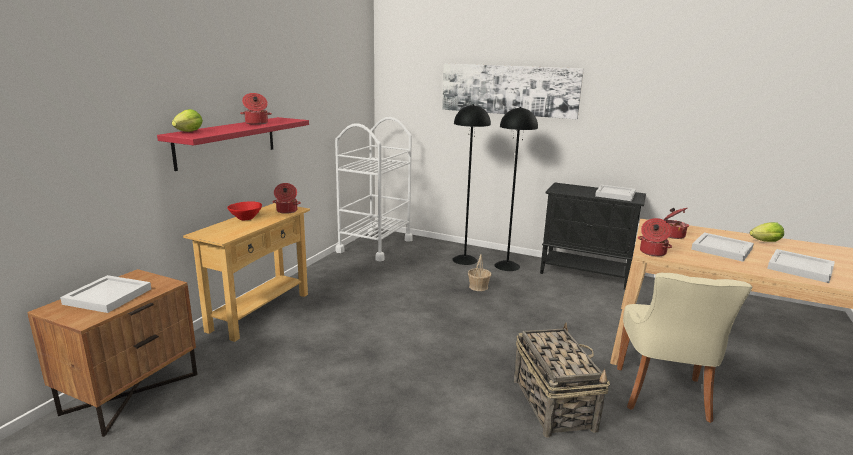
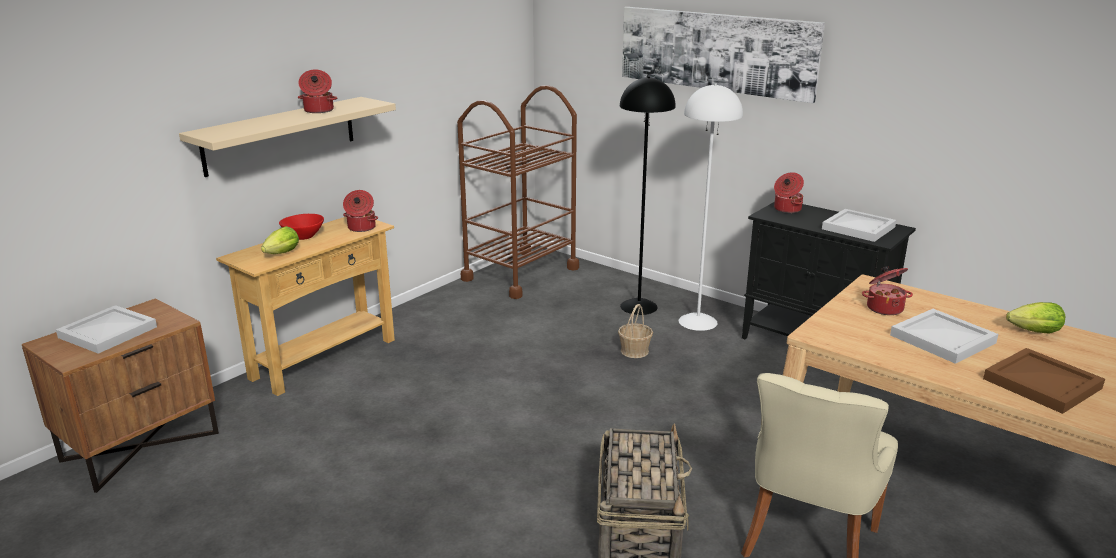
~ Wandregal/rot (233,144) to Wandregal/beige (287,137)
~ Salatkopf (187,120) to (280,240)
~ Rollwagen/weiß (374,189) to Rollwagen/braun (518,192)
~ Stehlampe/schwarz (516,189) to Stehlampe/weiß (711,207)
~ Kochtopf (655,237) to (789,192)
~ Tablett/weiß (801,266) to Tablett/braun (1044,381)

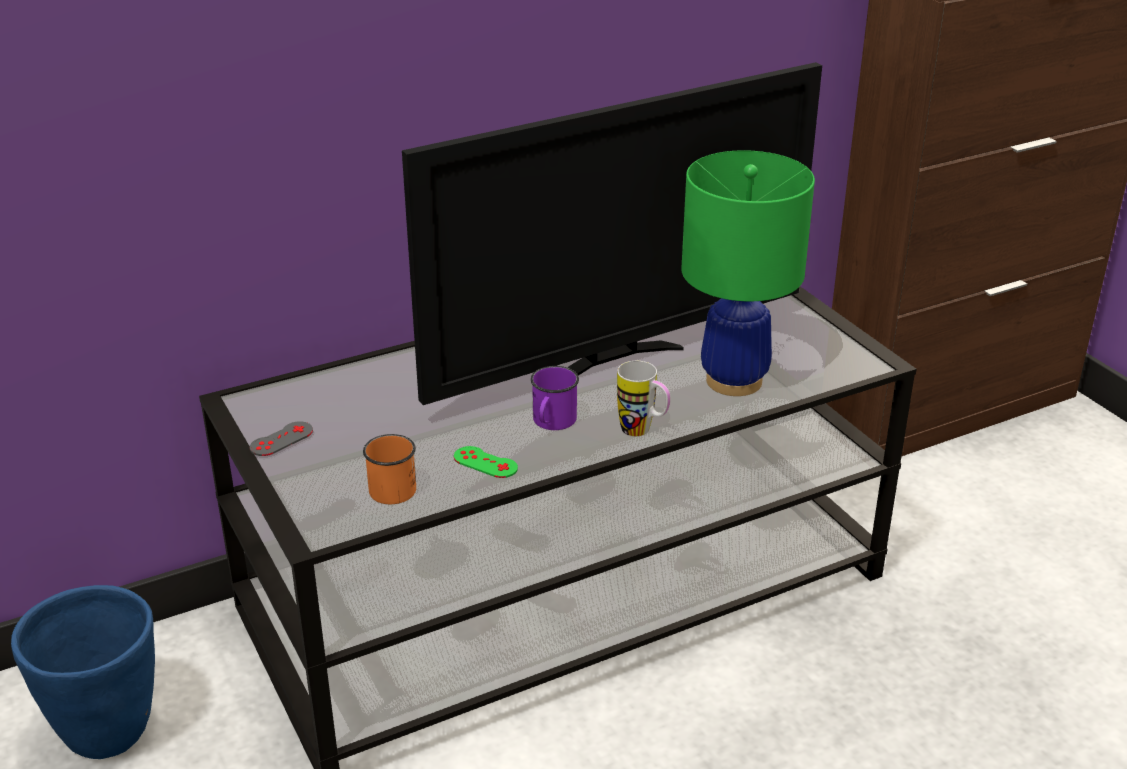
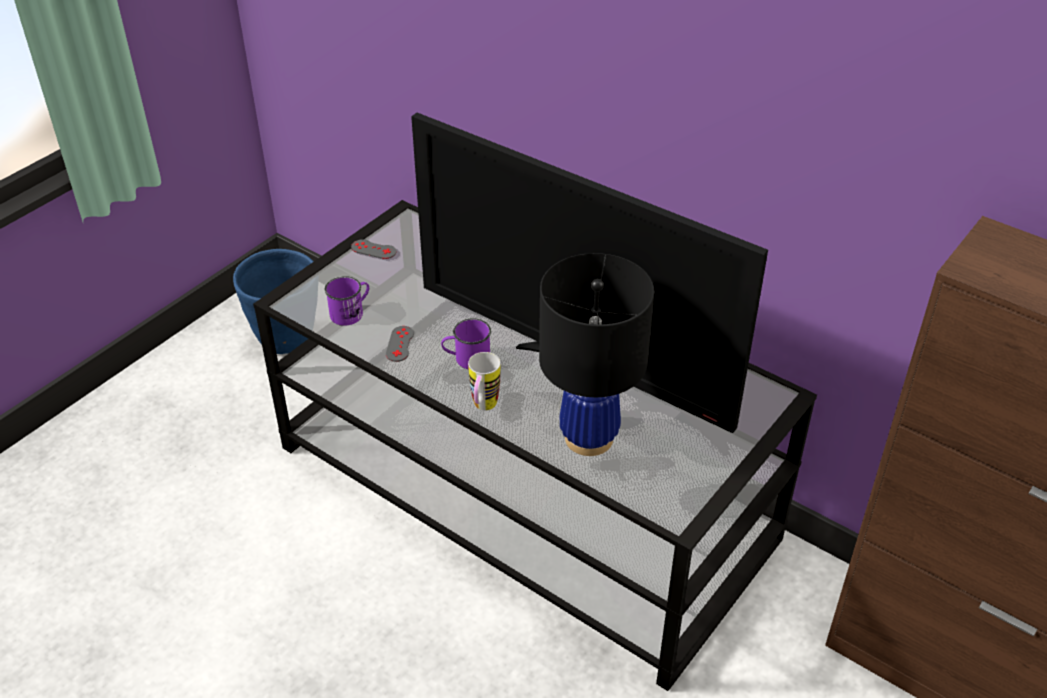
~ Henkelbecher/orange (389,469) to Henkelbecher/lila (346,301)
~ Gamepad/grün (486,462) to Gamepad/grau (400,344)
~ Tischlampe/grün (748,273) to Tischlampe/schwarz (596,354)

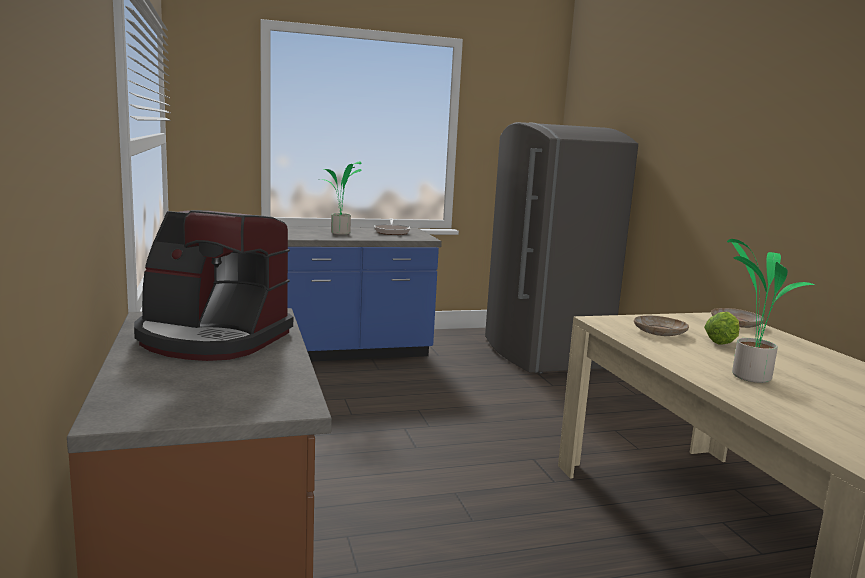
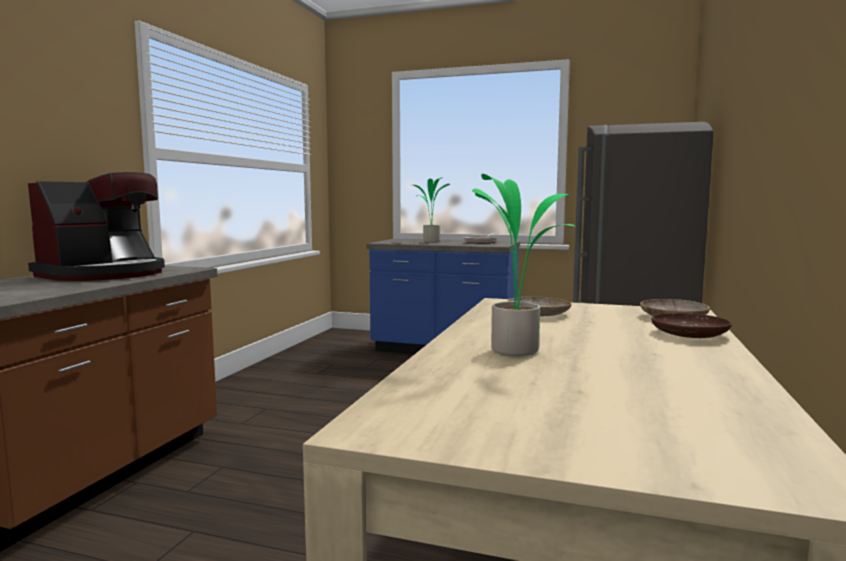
~ Kaffeemaschine (213,285) = (96,226) 105 degrees counterclockwise
- Salatkopf (721,328)
+ Teller/braun (691,325)

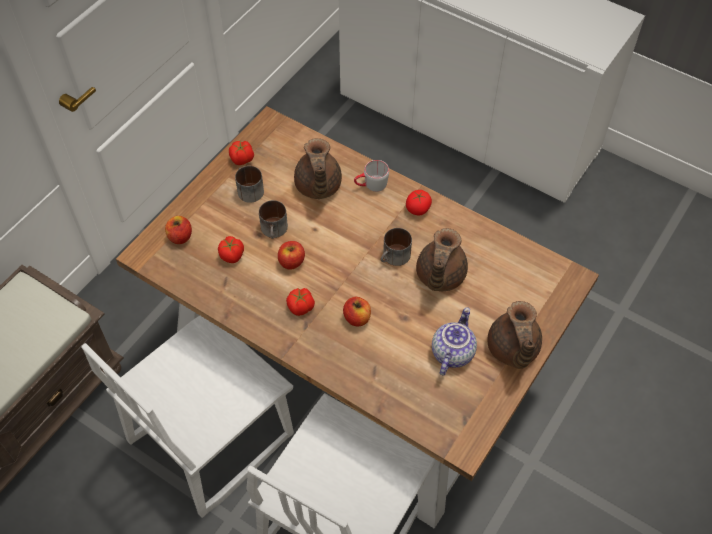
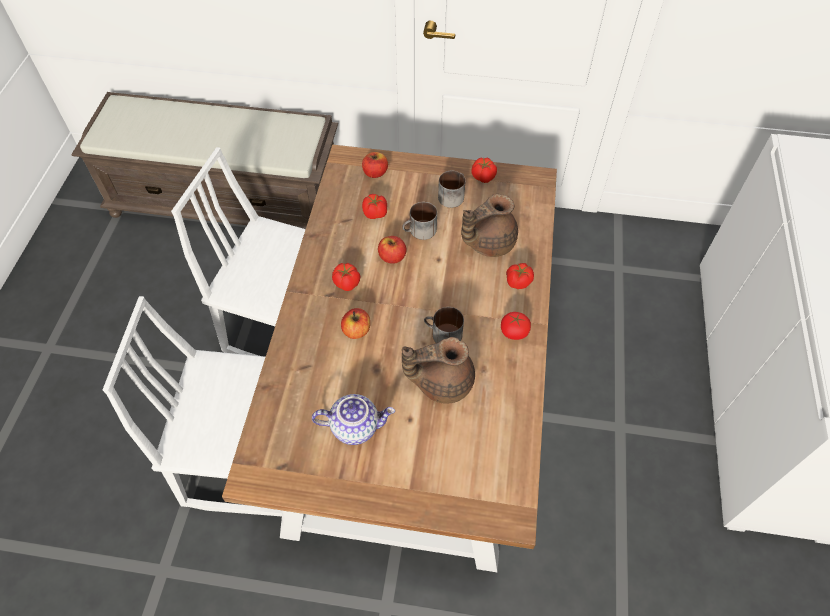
~ Henkelbecher/grau (371,176) to Tomate (520,276)
- Teekanne/braun (515,335)

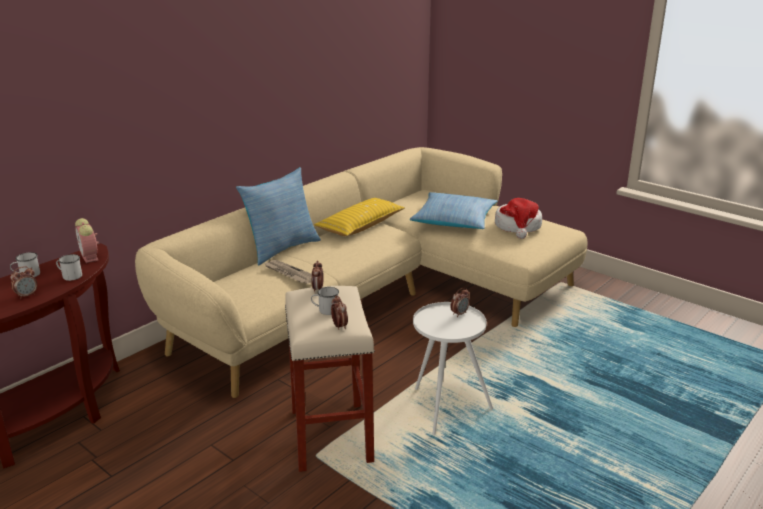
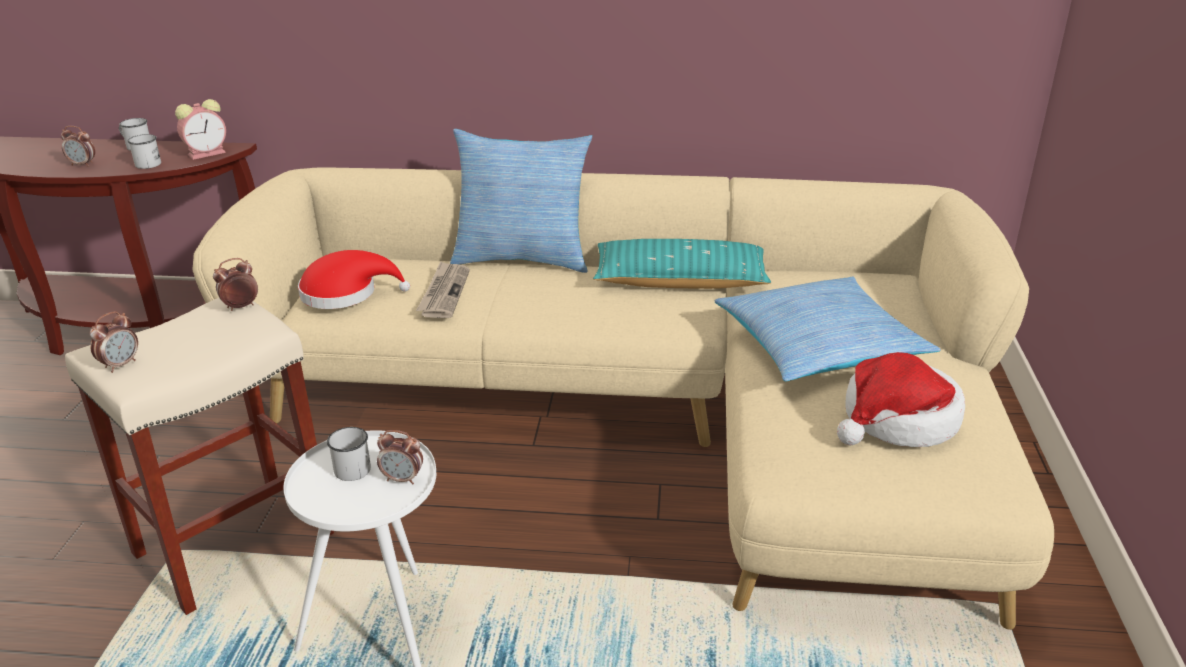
~ Wecker (87,240) = (200,129) 150 degrees counterclockwise
~ Henkelbecher/weiß (325,301) to (349,454)
~ Kissen/gelb (359,217) to Kissen/türkis (682,264)
+ Hut/rot (354,279)

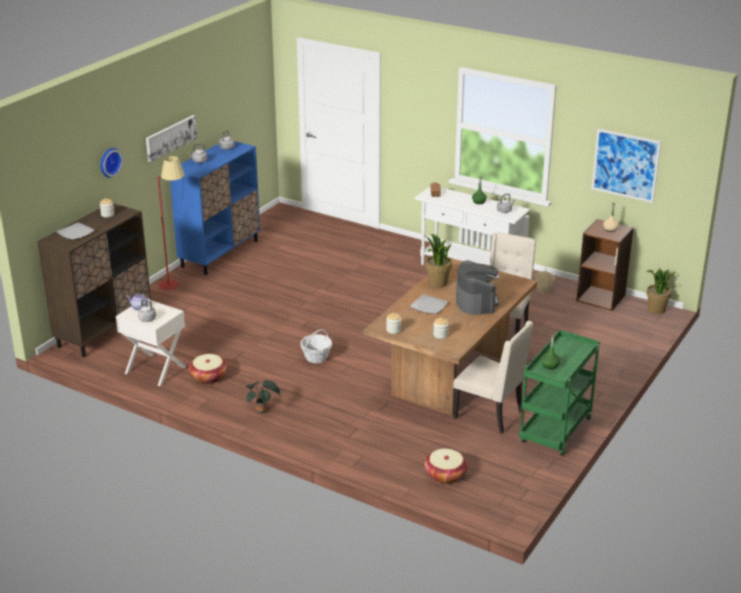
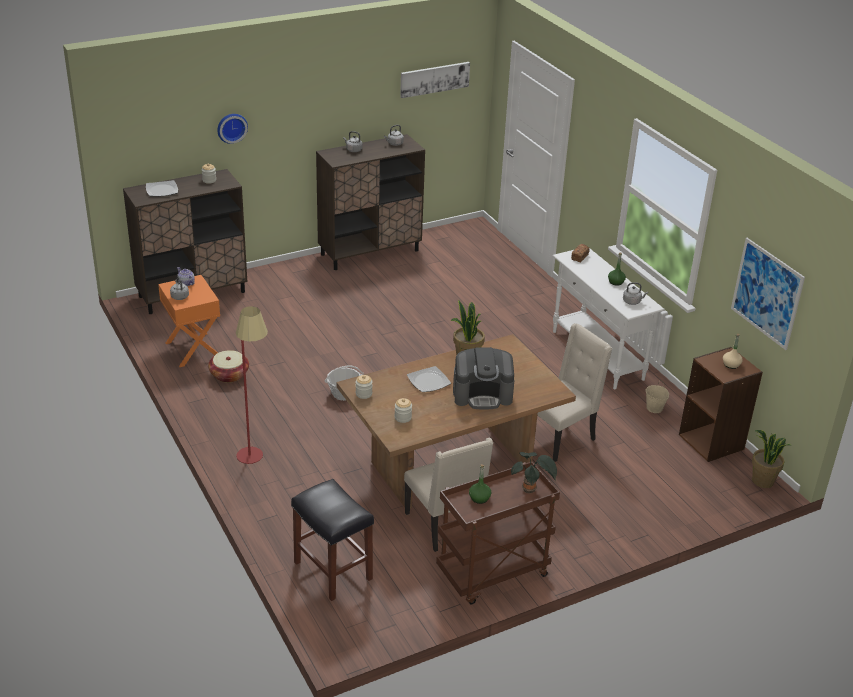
~ Nachttisch/weiß (151,342) to Nachttisch/orange (189,321)
~ Bild (171,138) to (435,80)
~ Stehlampe/rot (171,223) to (252,385)
~ Schrank/blau (215,208) to Schrank/braun (370,202)
~ Topfpflanze (263,397) to (534,472)
~ Korb (446,466) to Hocker/schwarz (332,540)
~ Kaffeemaschine (477,287) = (483,378) 60 degrees clockwise
~ Rollwagen/grün (559,393) to Rollwagen/braun (498,533)

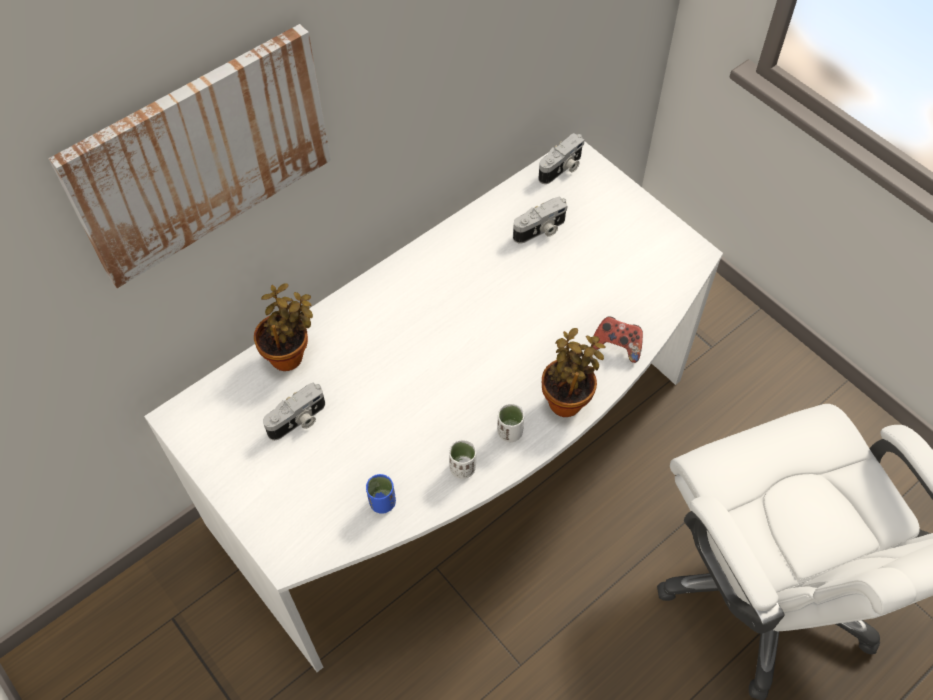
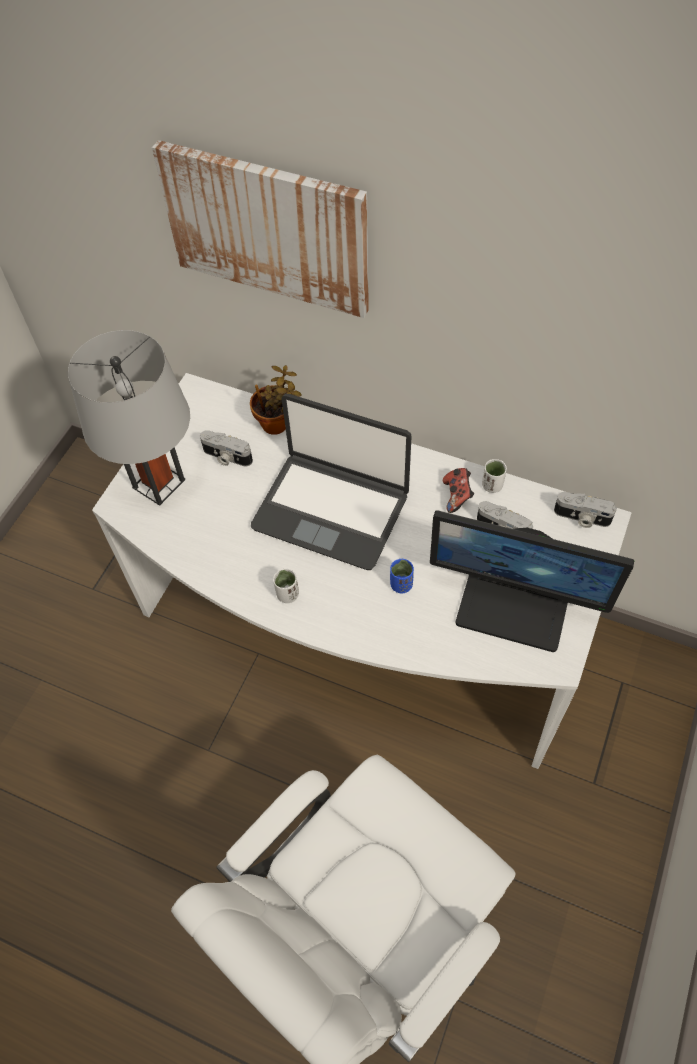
~ Tasse/blau (381,493) to (402,576)
~ Tasse/weiß (462,459) to (494,476)
- Topfpflanze (574,372)
~ Gamepad (618,339) to (458,490)
+ Tischlampe/grau (129,418)
+ Laptop (331,482)
+ Monitor (532,581)

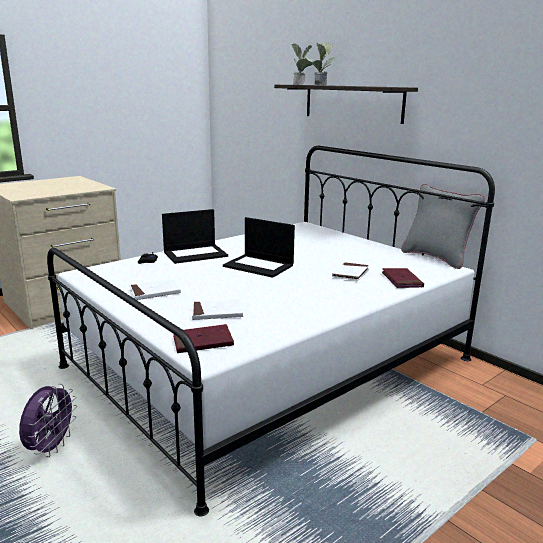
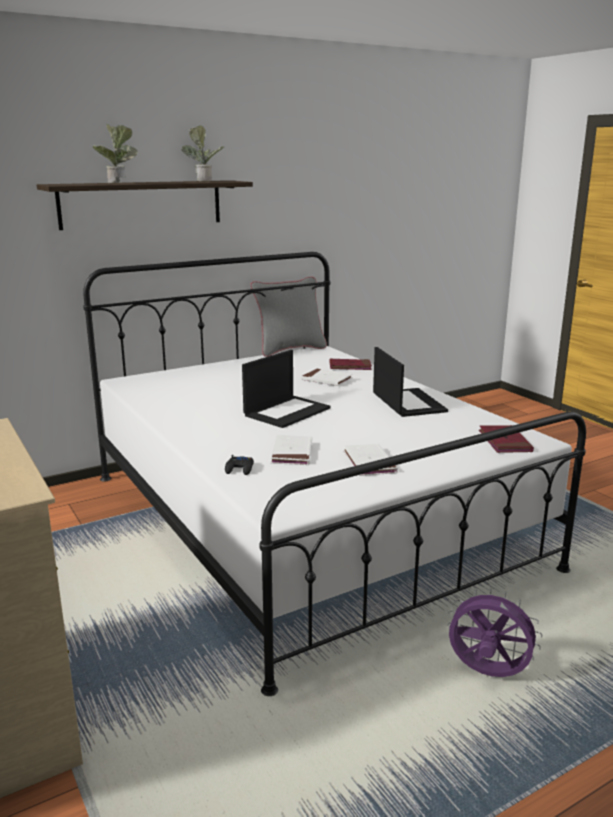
~ Laptop (195,236) to (410,382)
~ Buch/weiß (217,309) to (291,450)
~ Topfpflanze (302,64) to (202,153)

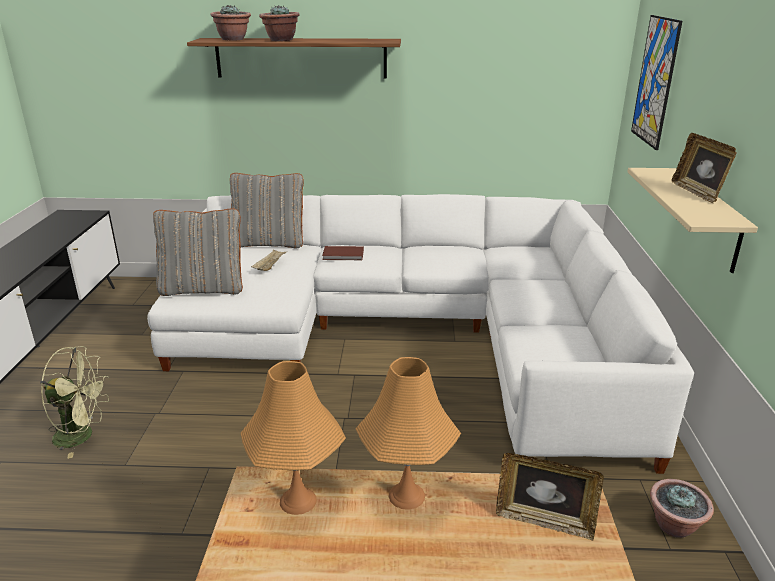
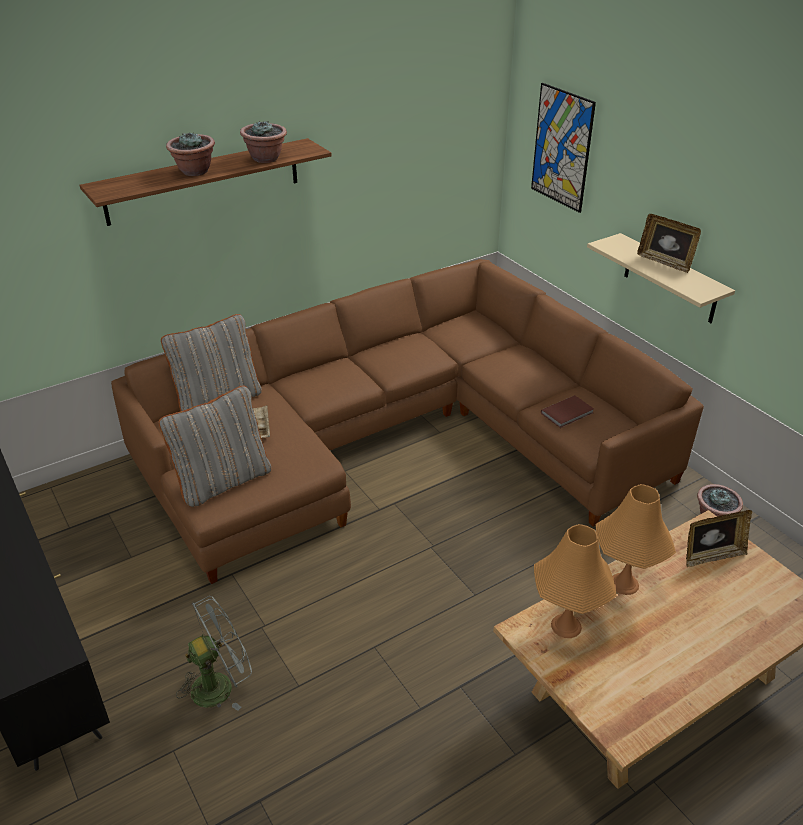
~ Ventilator/grün (74,402) to Ventilator/grau (214,653)
~ Sofa/weiß (420,334) to Sofa/braun (407,421)
~ Topfpflanze (230,23) to (263,142)
~ Buch/braun (343,253) to (567,411)

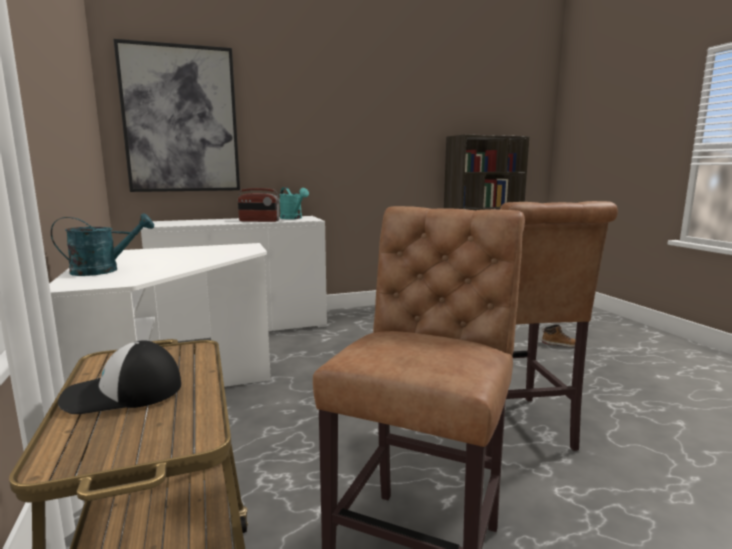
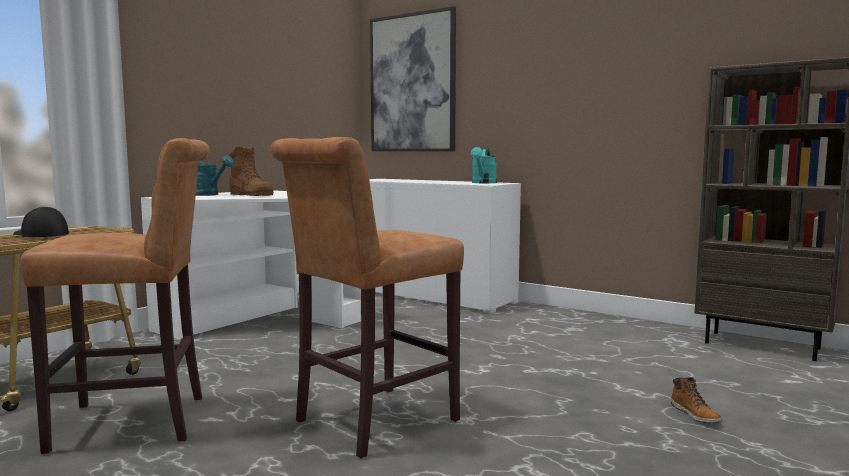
- Radio (258,205)
+ Stiefel/braun (251,171)

